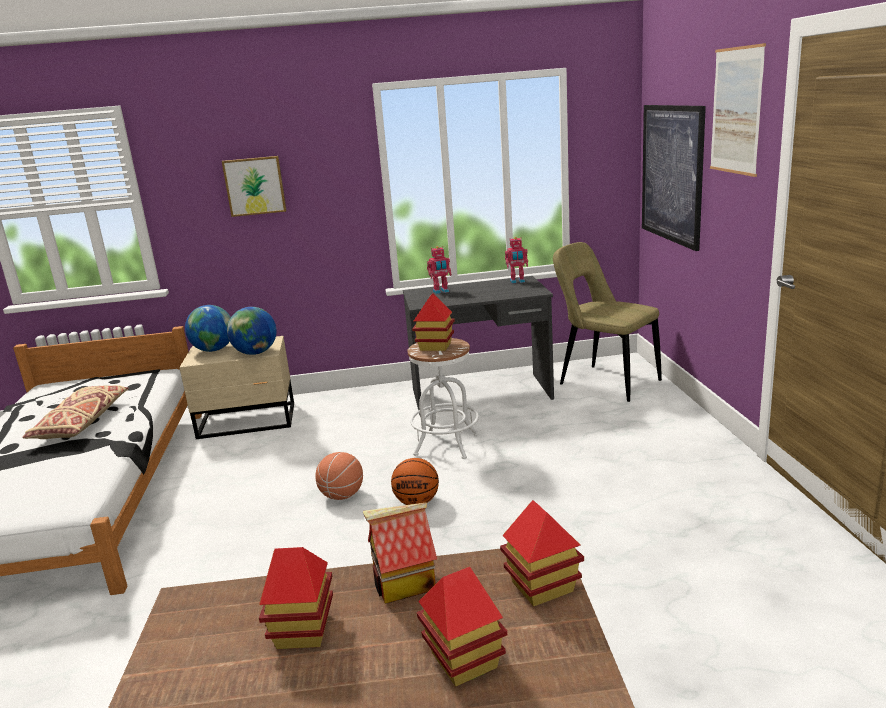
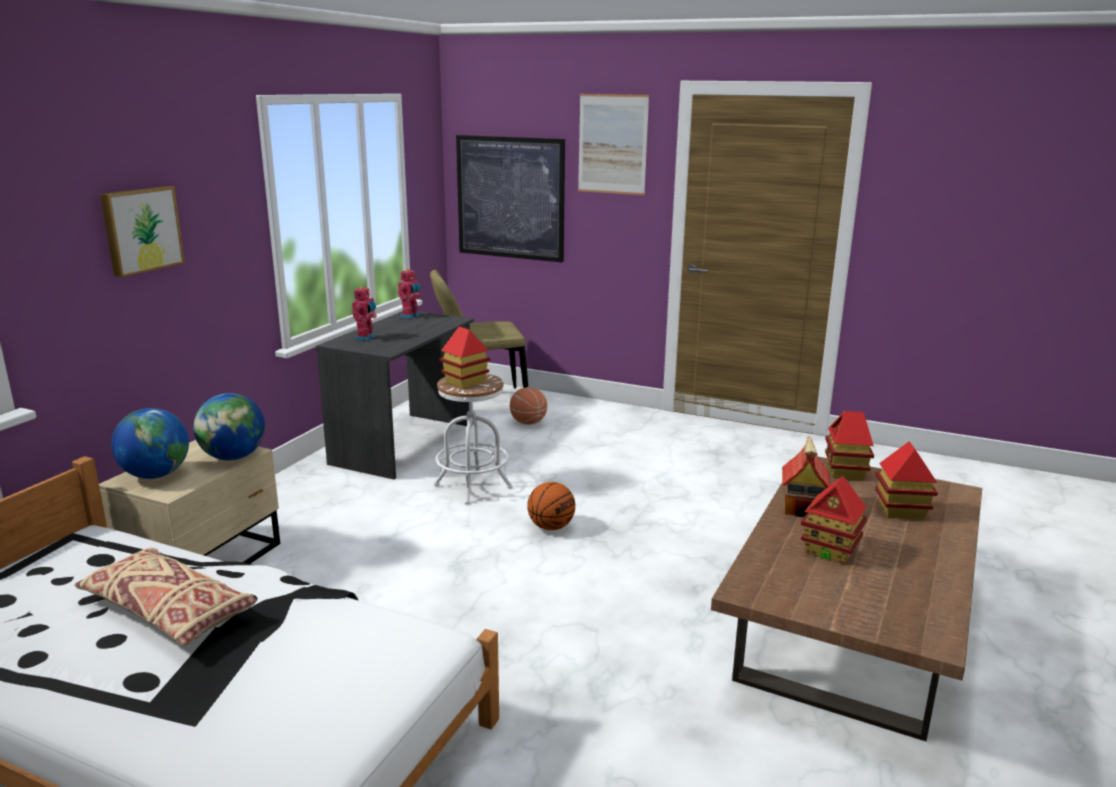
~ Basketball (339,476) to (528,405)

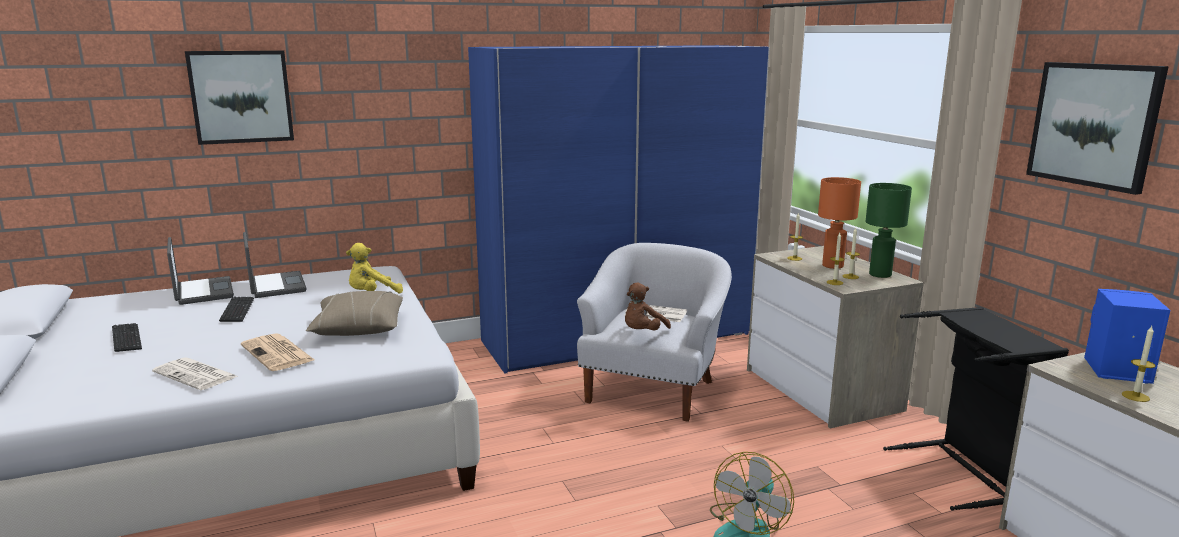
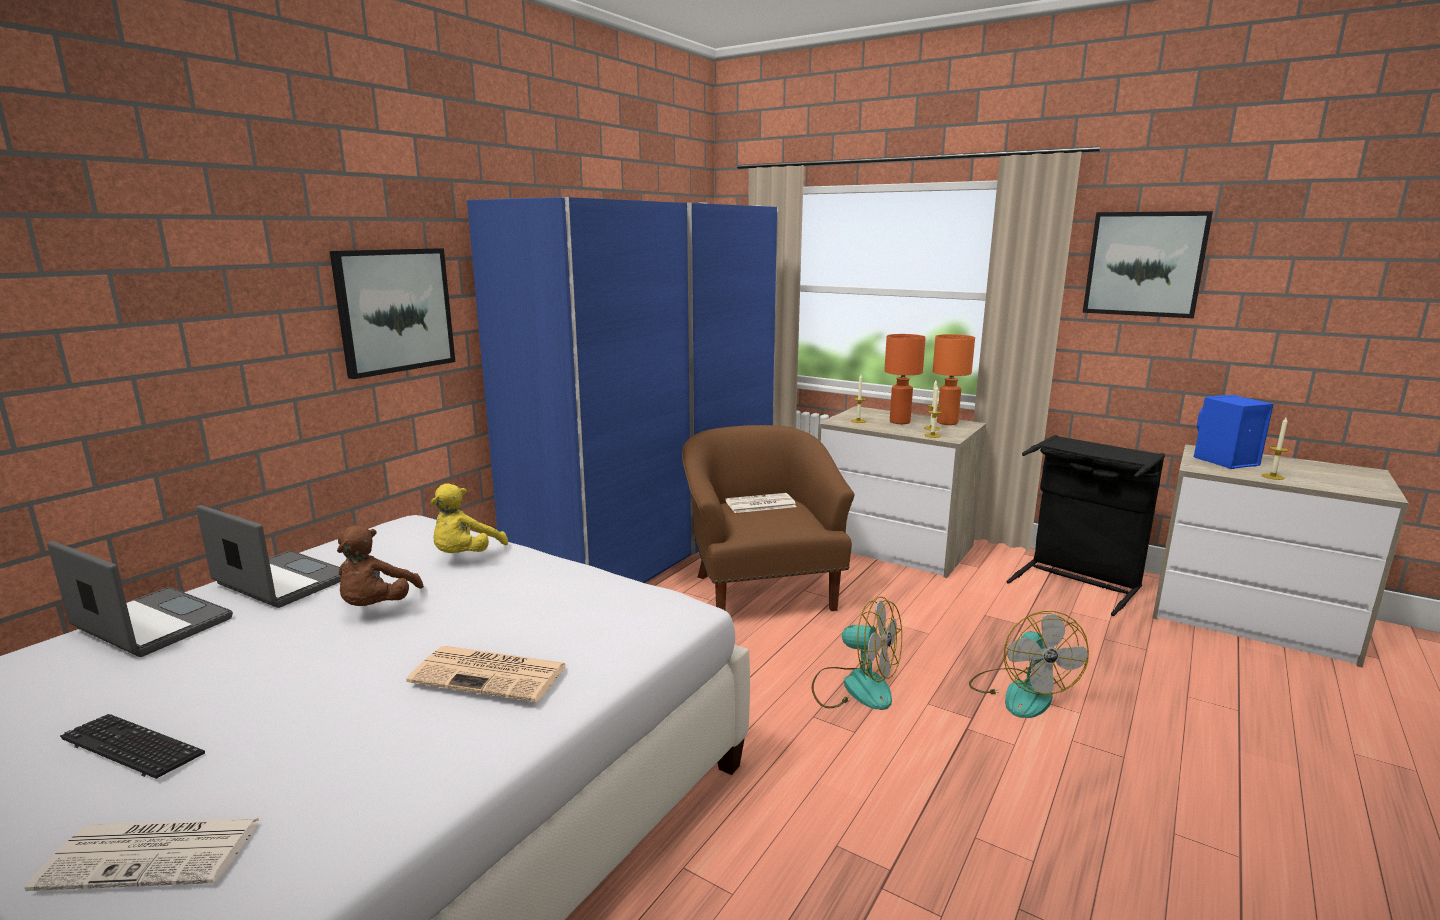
~ Zeitung (195,373) to (143,854)
~ Bild (239,97) to (392,313)
- Tastatur (236,309)
- Kissen/beige (354,313)
~ Sessel/weiß (654,332) to Sessel/braun (768,518)
~ Plüschtier/braun (648,306) to (380,566)
~ Tischlampe/grün (889,230) to Tischlampe/orange (954,379)
+ Ventilator (856,653)

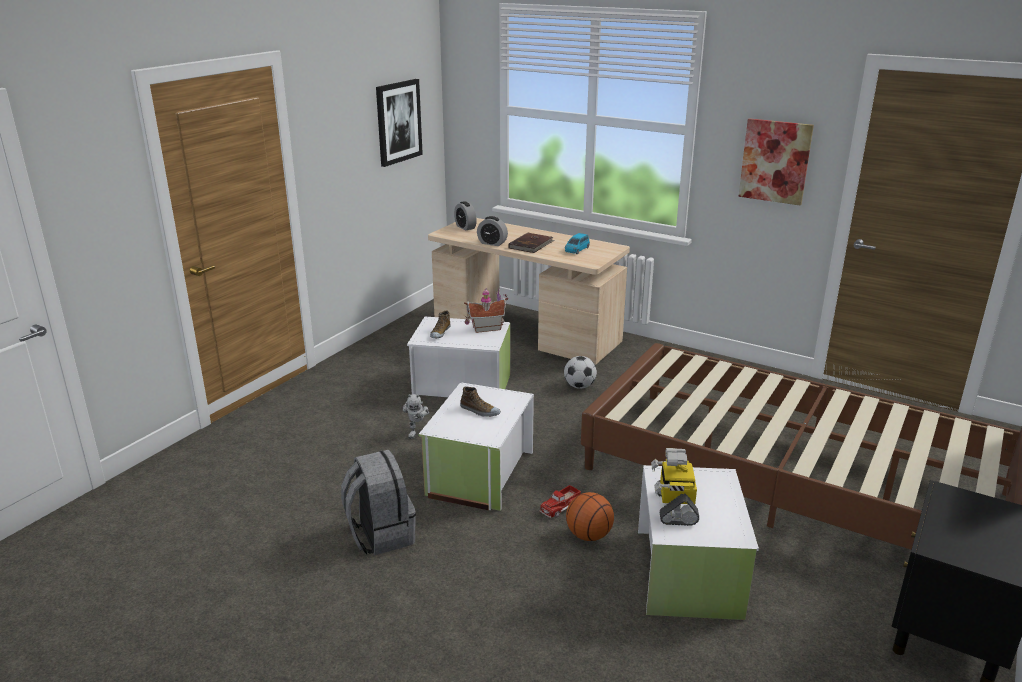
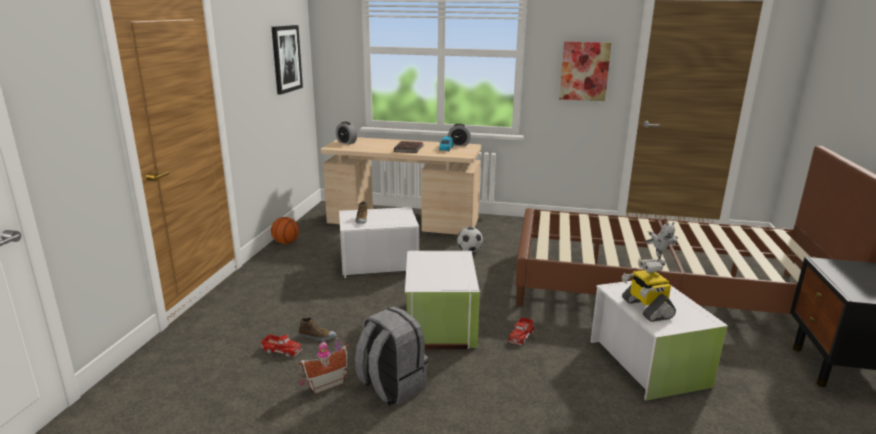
~ Spielzeugroboter (416,416) to (662,243)
~ Schuh (480,401) to (318,329)
~ Spielzeughaus (486,311) to (323,365)
~ Wecker (492,231) to (459,135)
~ Basketball (590,516) to (285,230)
+ Spielzeuglaster (281,346)

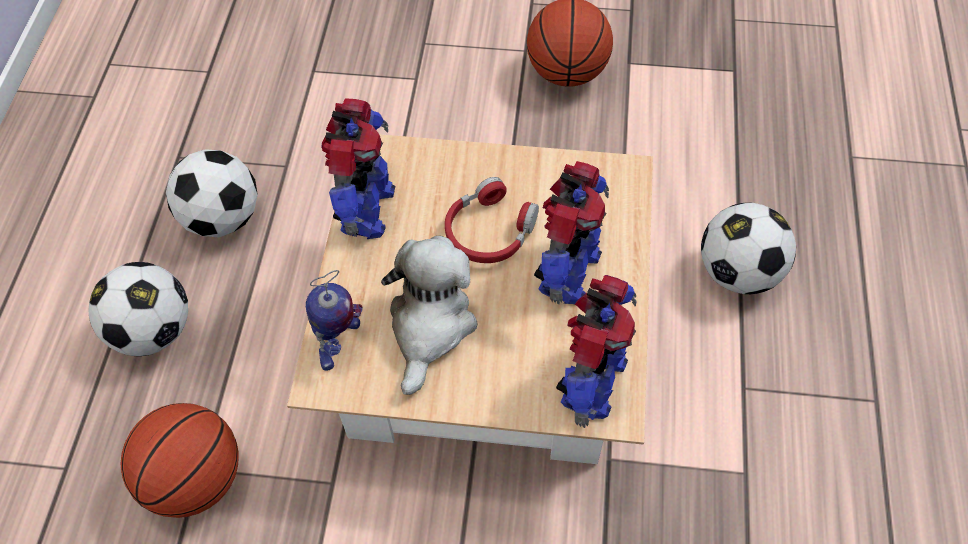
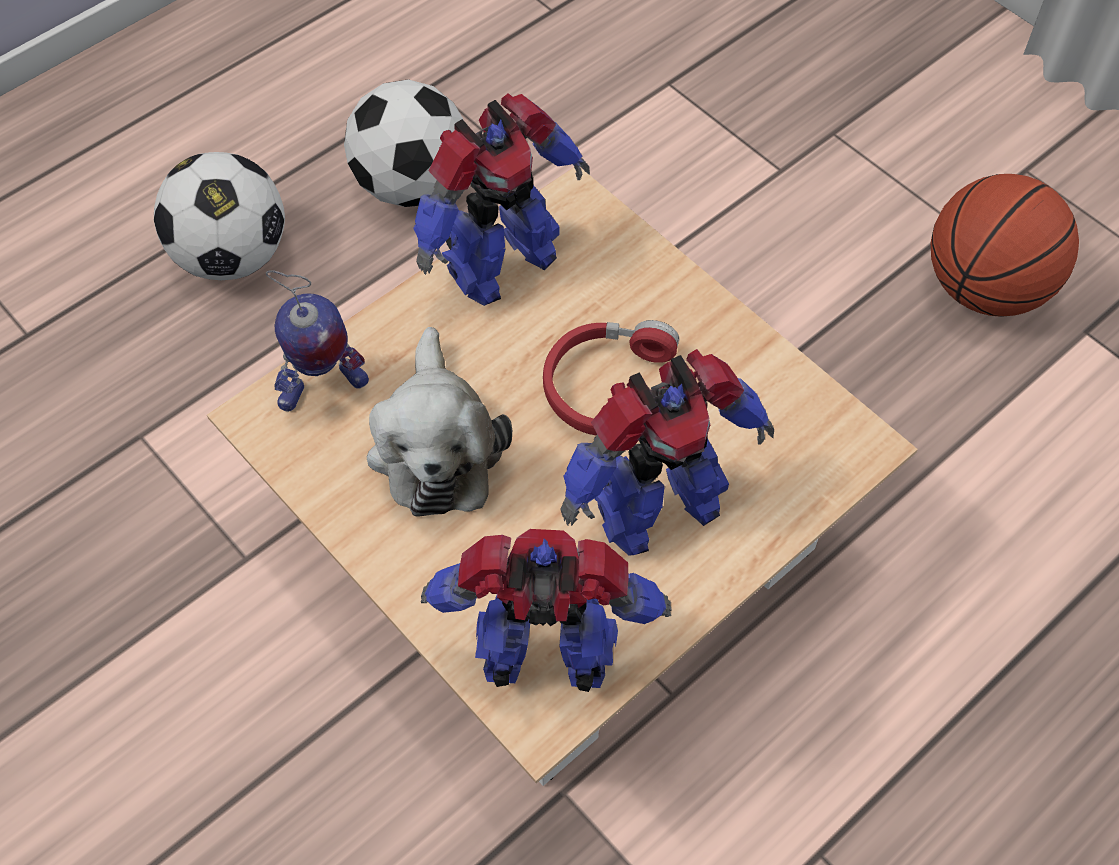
- Basketball (180,460)
~ Plüschtier (429,315) = (439,422) 120 degrees clockwise
~ Spielzeugroboter (596,351) = (546,610) 150 degrees counterclockwise
- Fußball (748,248)

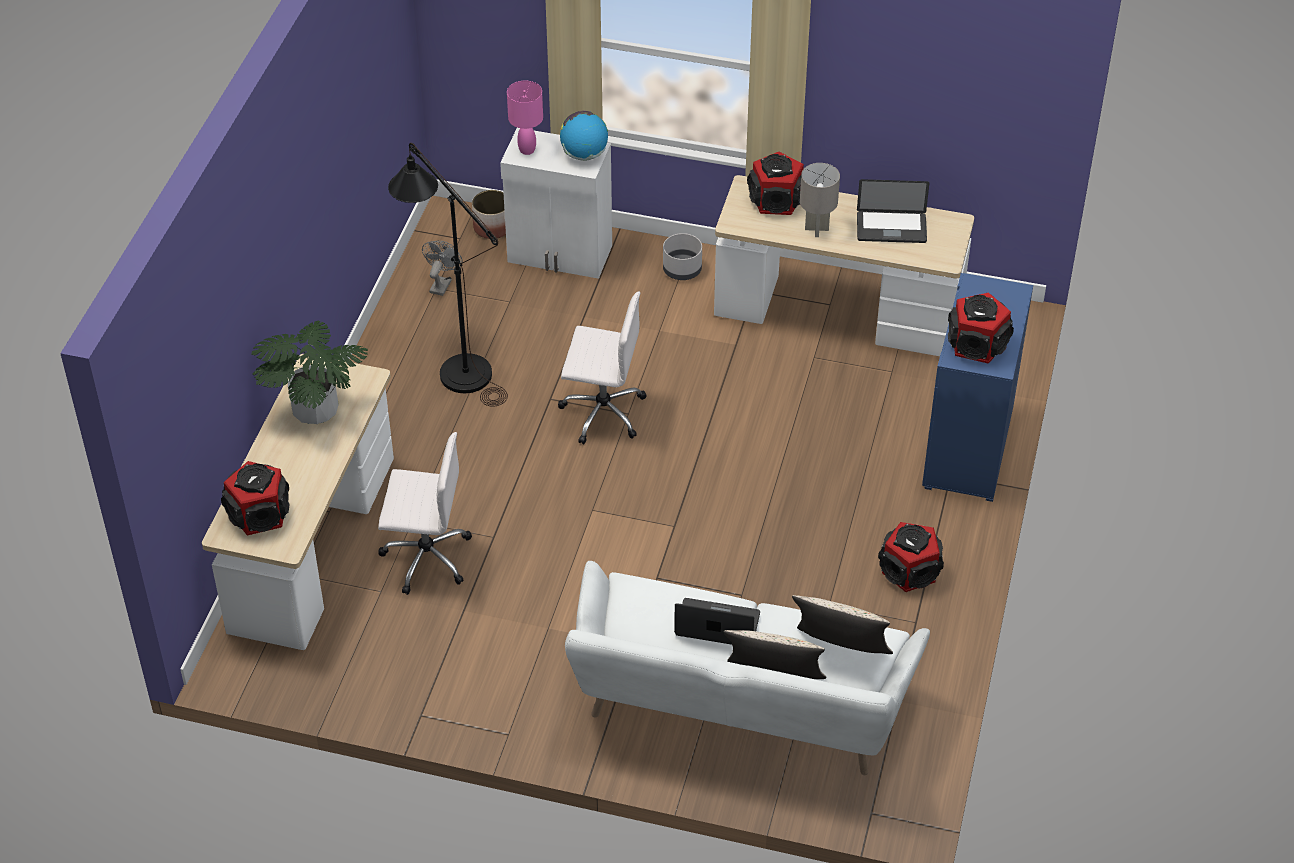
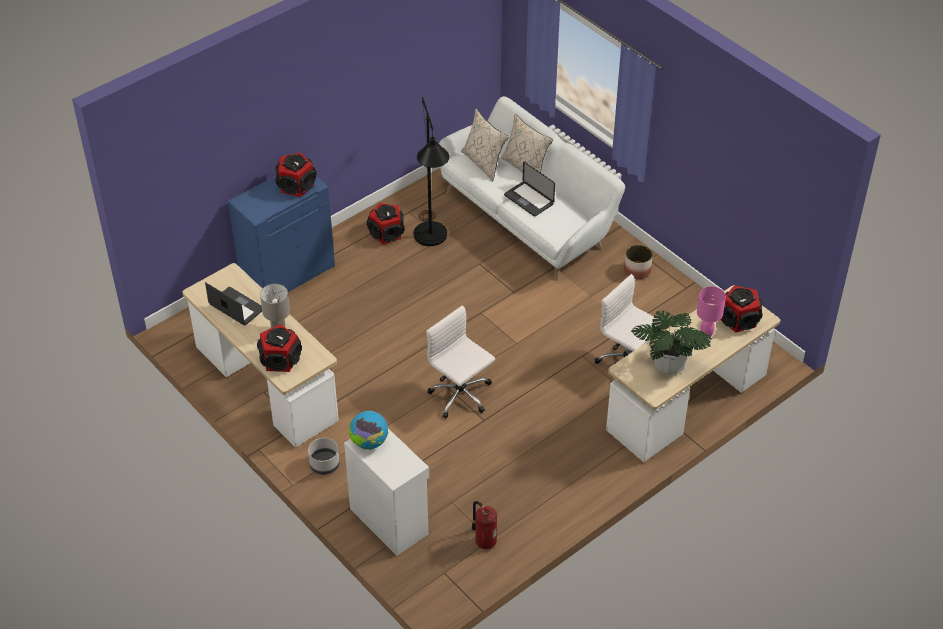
~ Stehlampe/schwarz (448,275) to (432,171)
~ Ventilator/grau (442,268) to Feuerlöscher (484,525)
~ Pflanzkübel (489,214) to (638,262)
~ Tischlampe/rosa (525,118) to (711,311)

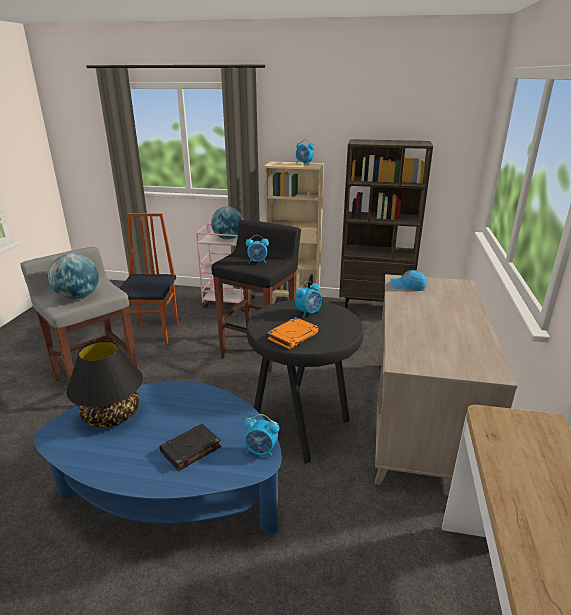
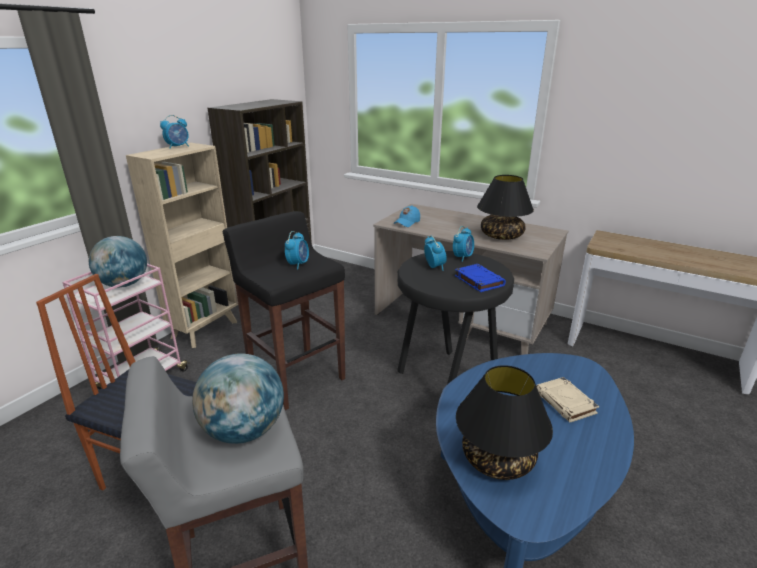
~ Buch/schwarz (190,447) to Buch/beige (567,400)
~ Wecker (261,435) to (463,244)
~ Buch/orange (293,333) to Buch/blau (480,278)
+ Tischlampe/schwarz (505,207)

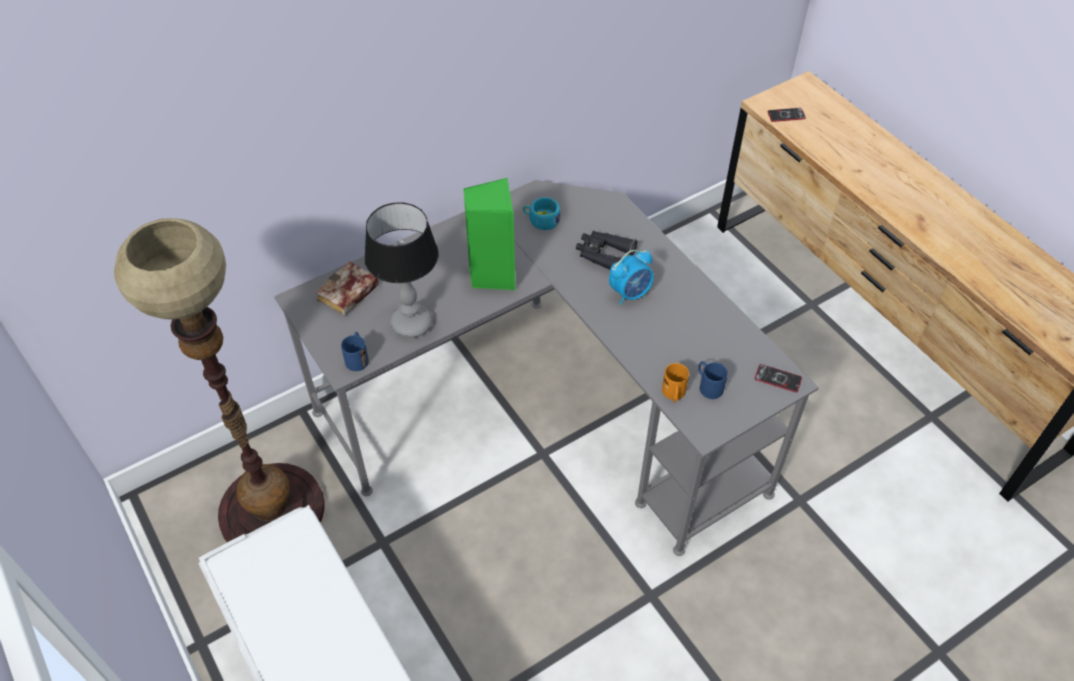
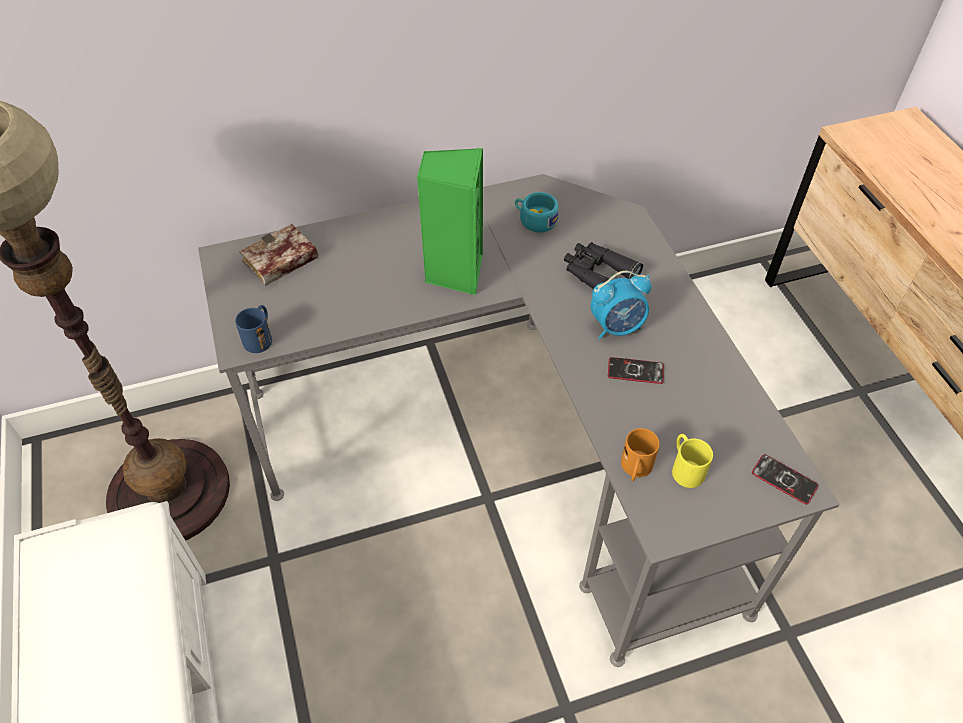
- Tischlampe (401,270)
~ Henkelbecher/blau (713,380) to Henkelbecher/gelb (692,461)
~ Handy (786,115) to (636,370)

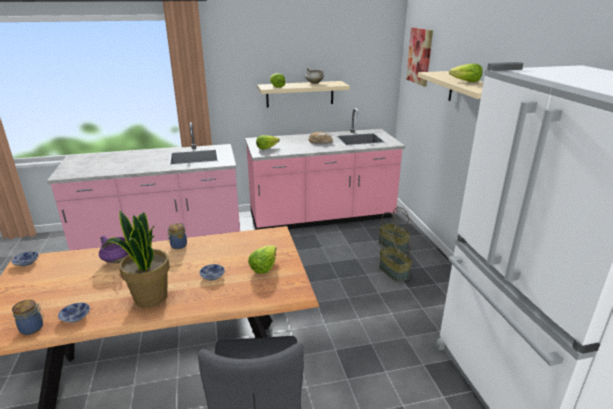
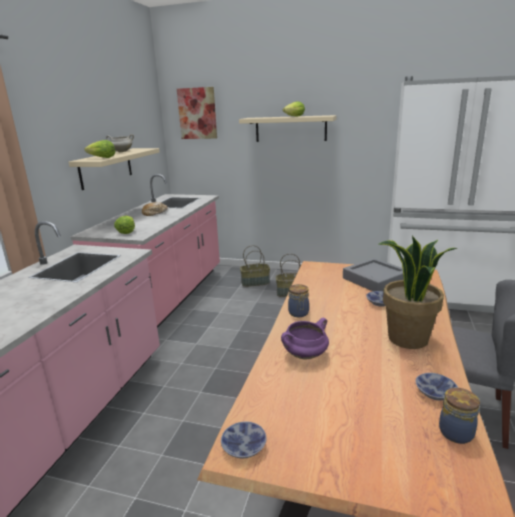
~ Salatkopf (262,259) to Tablett/grau (373,274)

